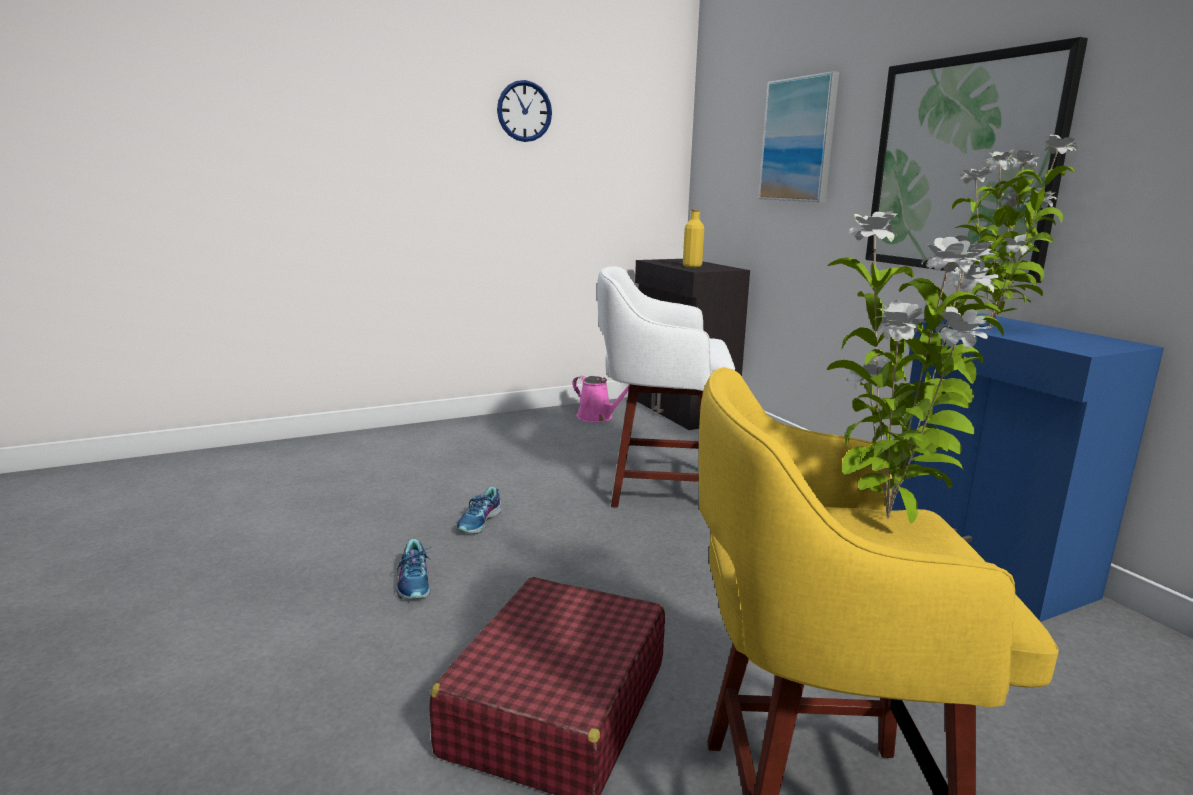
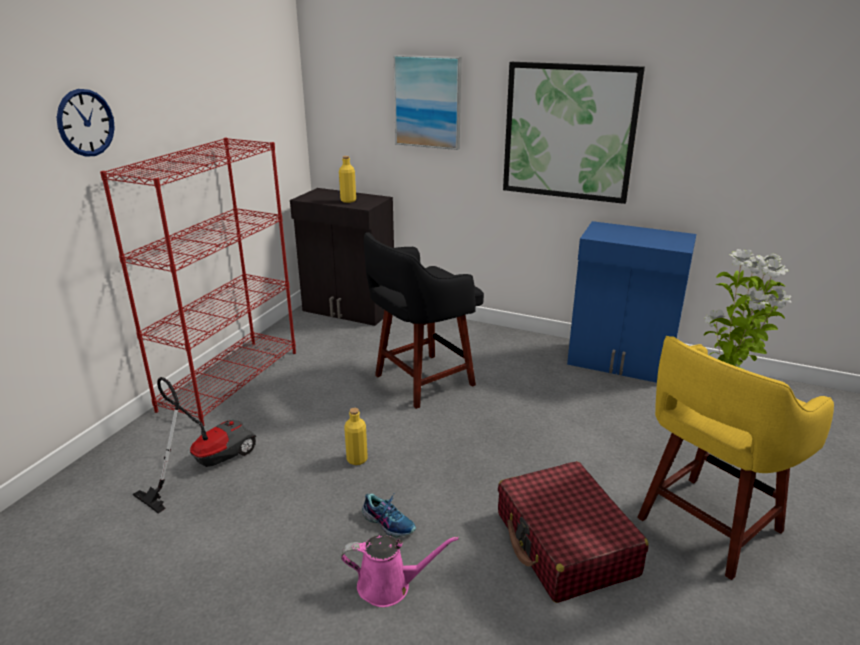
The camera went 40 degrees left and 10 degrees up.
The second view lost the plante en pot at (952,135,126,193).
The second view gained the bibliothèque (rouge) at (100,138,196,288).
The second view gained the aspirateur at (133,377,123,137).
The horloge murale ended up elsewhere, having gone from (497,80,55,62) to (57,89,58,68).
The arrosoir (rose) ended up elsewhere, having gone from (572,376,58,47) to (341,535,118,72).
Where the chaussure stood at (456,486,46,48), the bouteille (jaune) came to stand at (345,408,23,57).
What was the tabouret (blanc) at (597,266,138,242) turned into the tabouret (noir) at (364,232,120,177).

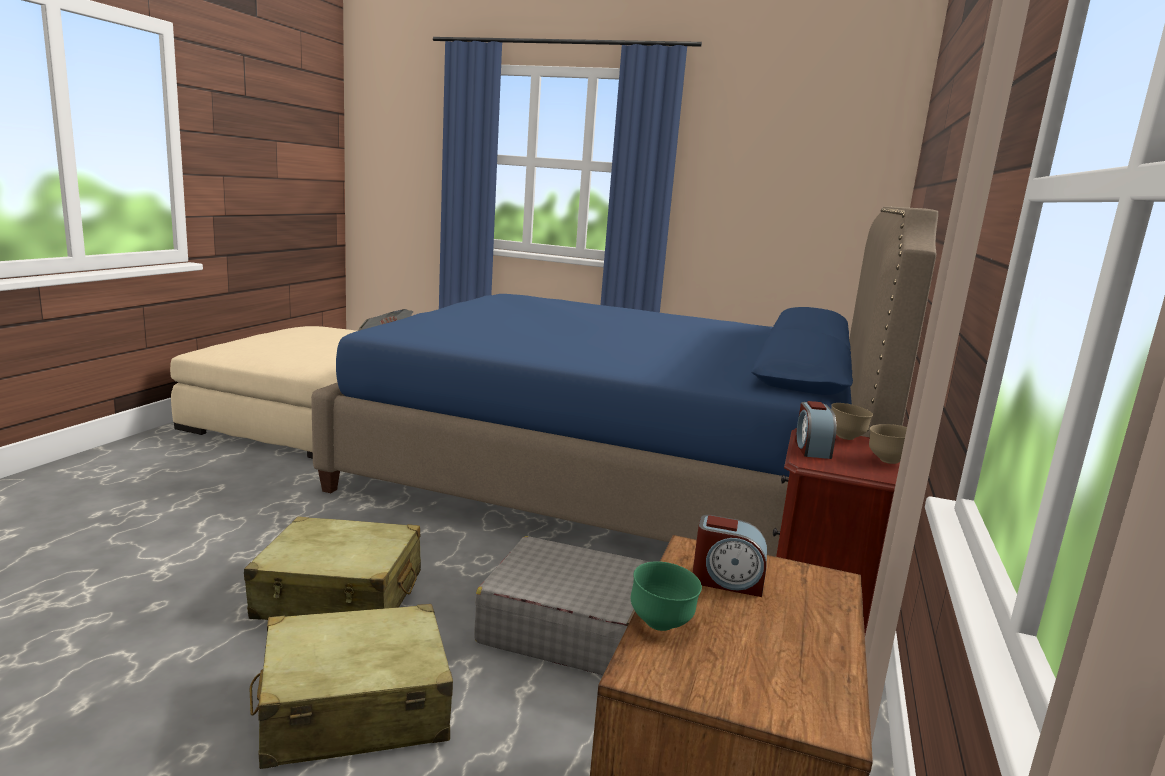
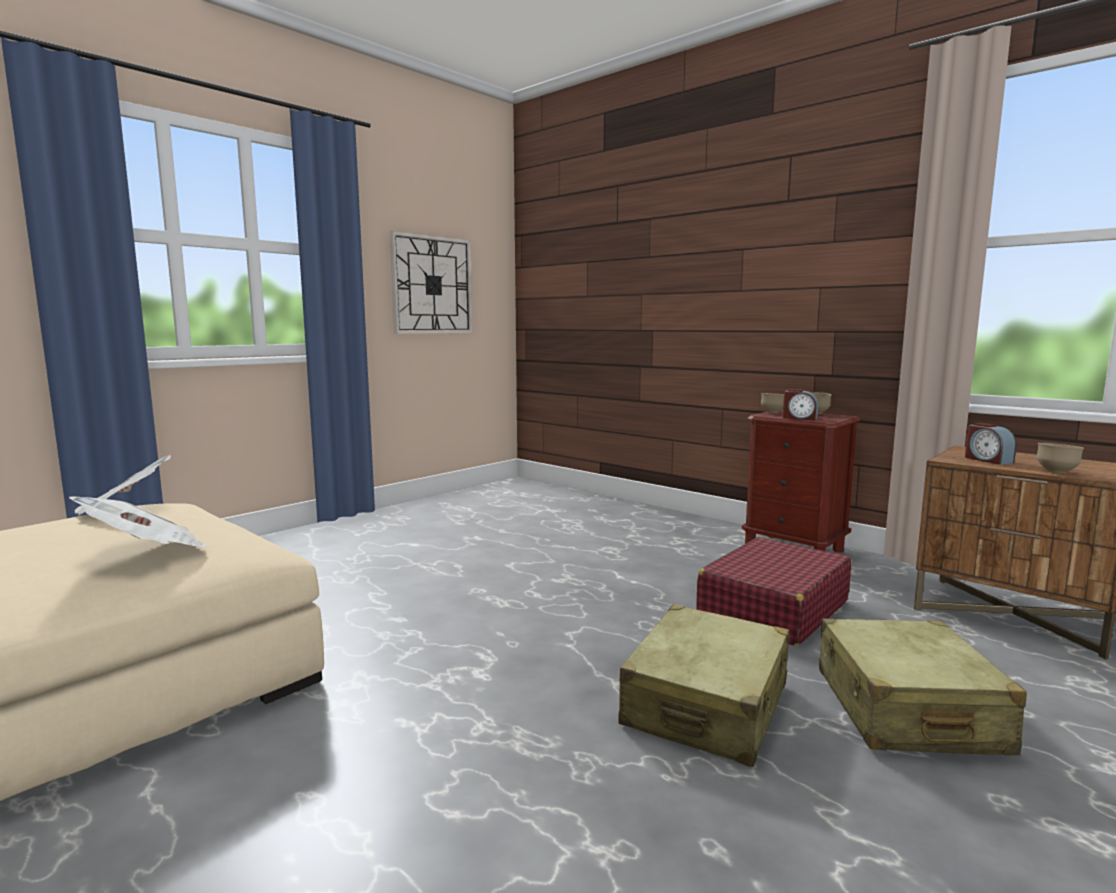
The camera went 65 degrees left and 5 degrees down.
The second view lost the lit (bleu) at (311,206,627,351).
The second view gained the journal at (70,497,137,50).
The second view gained the horloge murale at (390,231,83,103).
What was the valise (gris) at (474,536,175,139) turned into the valise (rouge) at (696,537,155,109).
What was the bol (vert) at (631,561,71,70) turned into the bol (marron) at (1037,443,47,31).
The réveil at (693,515,74,82) ended up facing another way, 120 degrees clockwise from before.

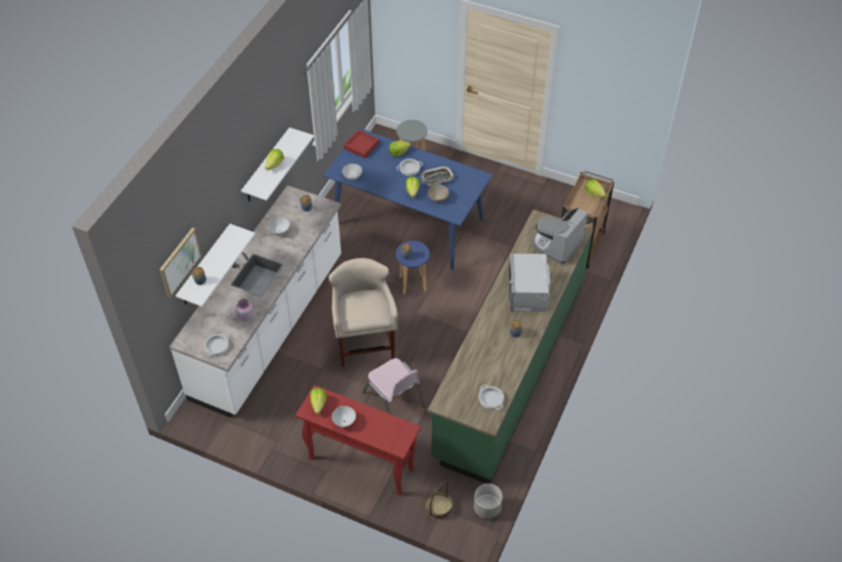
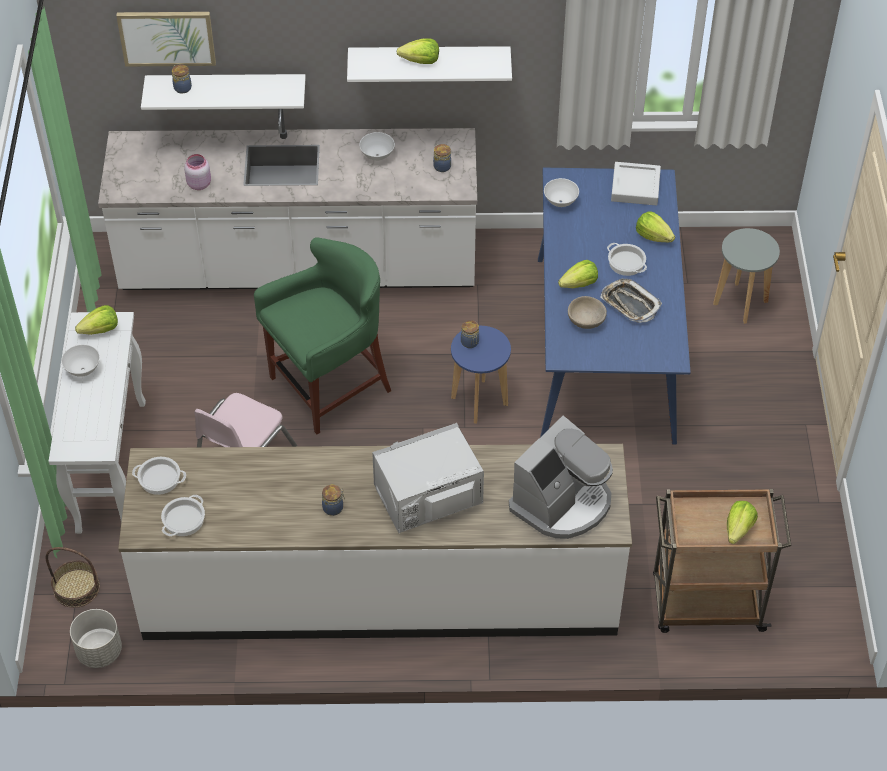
The camera went 65 degrees right and 0 degrees up.
The marmite ended up elsewhere, having gone from (204,332,25,24) to (132,457,54,38).
What was the table console (rouge) at (295,385,126,111) turned into the table console (blanc) at (49,312,97,222).
What was the tabouret (beige) at (329,258,69,110) turned into the tabouret (vert) at (254,237,137,198).
What was the plateau (rouge) at (344,130,35,28) turned into the plateau (gris) at (611,162,50,43).
What was the comptoir de cuisine (vert) at (428,209,165,275) turned into the comptoir de cuisine (blanc) at (118,444,514,196).
The machine à café at (533,207,55,57) ended up facing another way, 120 degrees clockwise from before.

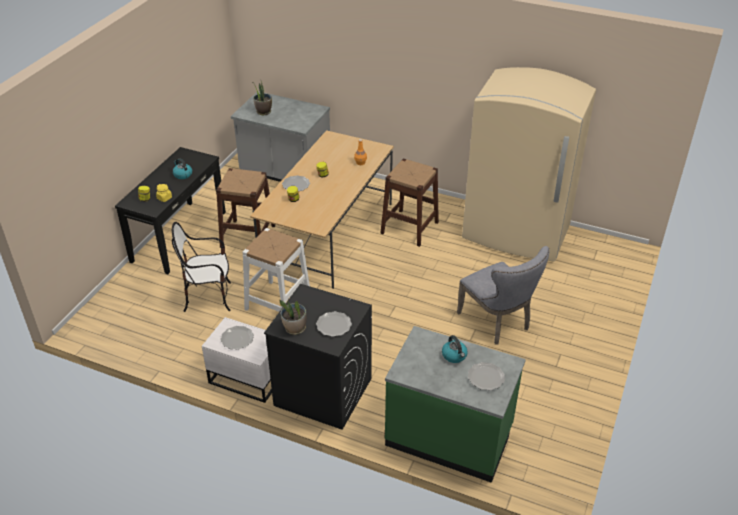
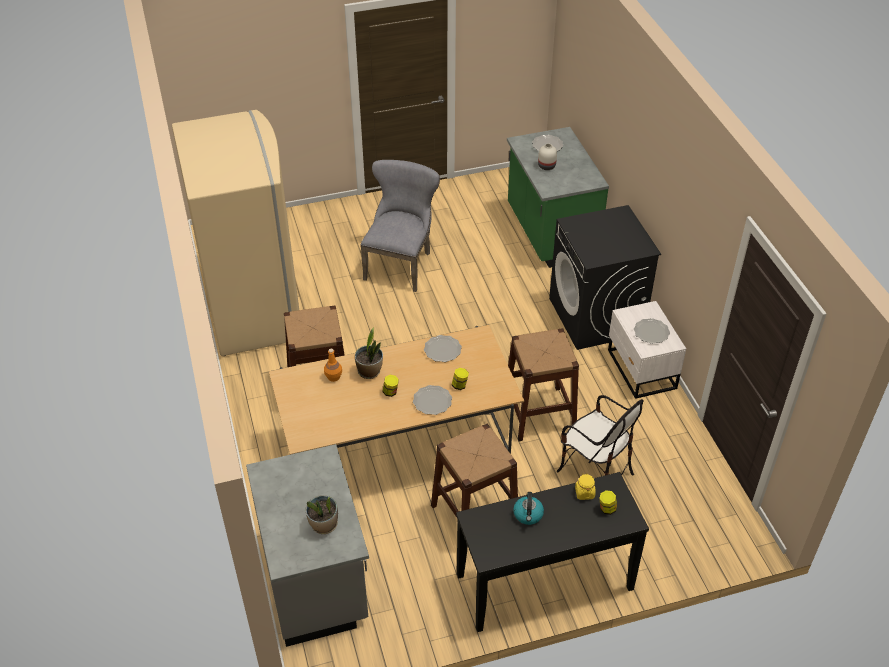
The camera went 130 degrees left and 5 degrees up.
The plante en pot ended up elsewhere, having gone from (279,300,28,35) to (355,327,28,52).
The assiette ended up elsewhere, having gone from (316,311,36,26) to (424,335,38,27).
Where the bouilloire stood at (442,335,26,28), the vase (blanc) came to stand at (538,143,19,27).
What was the tabouret (blanc) at (243,228,67,84) turned into the tabouret (marron) at (508,328,71,113).

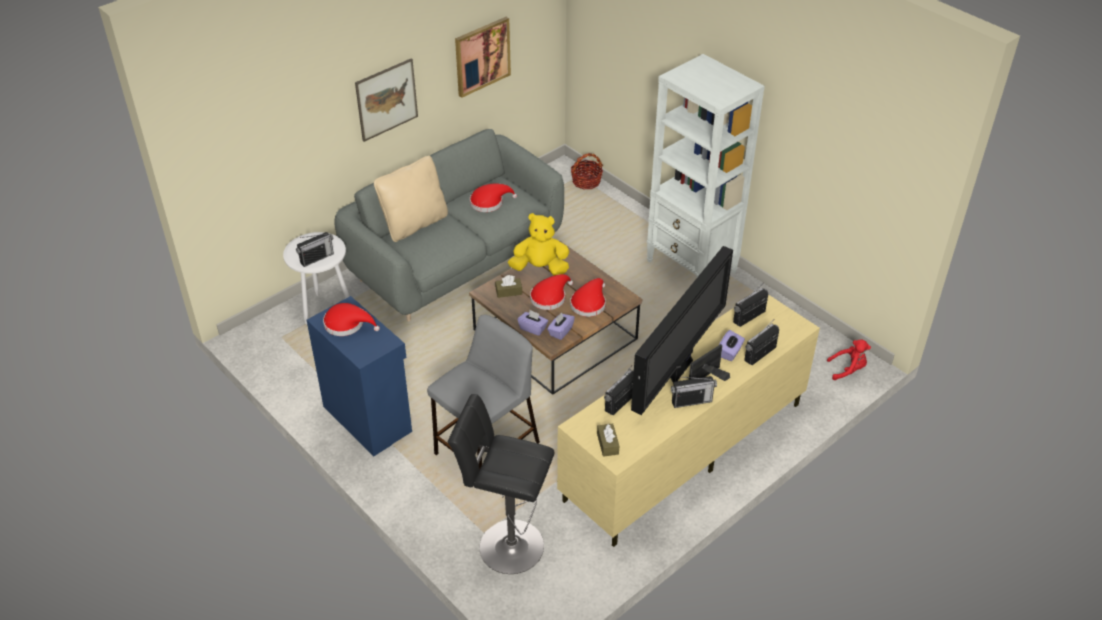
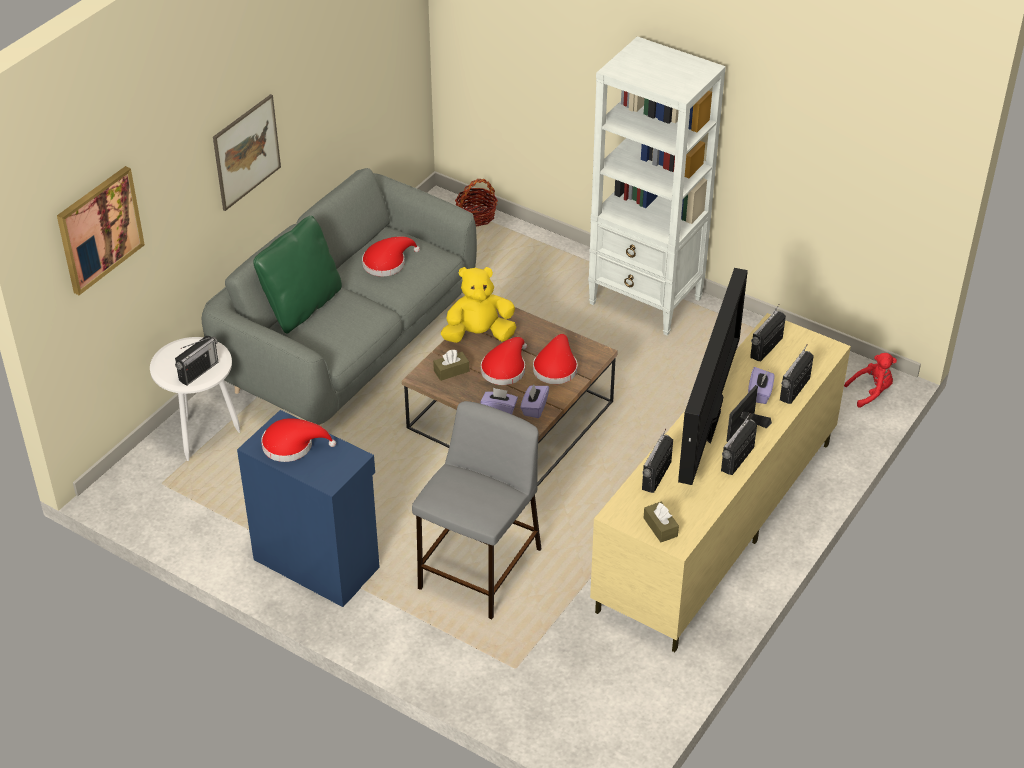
The camera went 15 degrees left and 0 degrees up.
The second view lost the tabouret (noir) at (448,394,107,180).
The tableau ended up elsewhere, having gone from (455,17,56,81) to (57,166,88,129).
What was the coussin (beige) at (374,156,74,86) turned into the coussin (vert) at (253,215,89,119).
The radio at (671,376,46,32) ended up facing another way, 150 degrees clockwise from before.

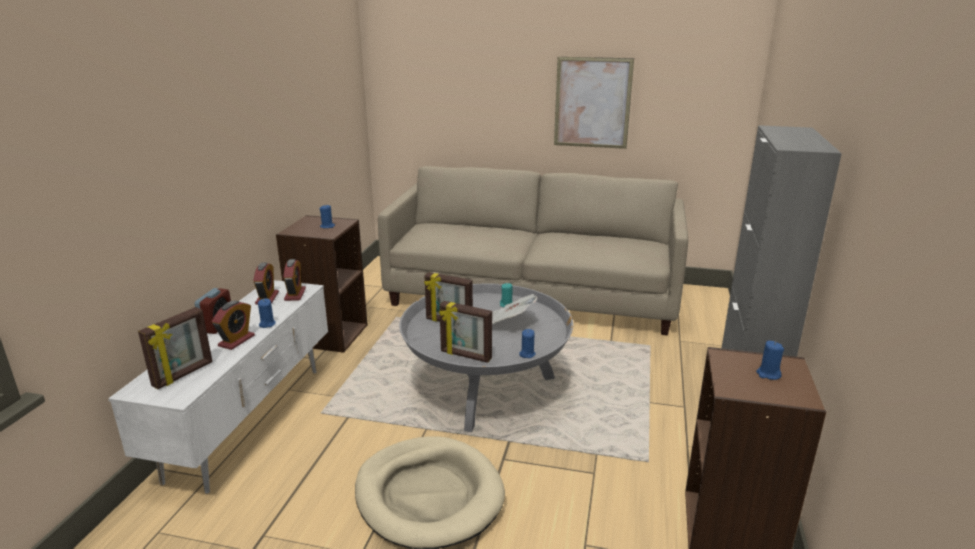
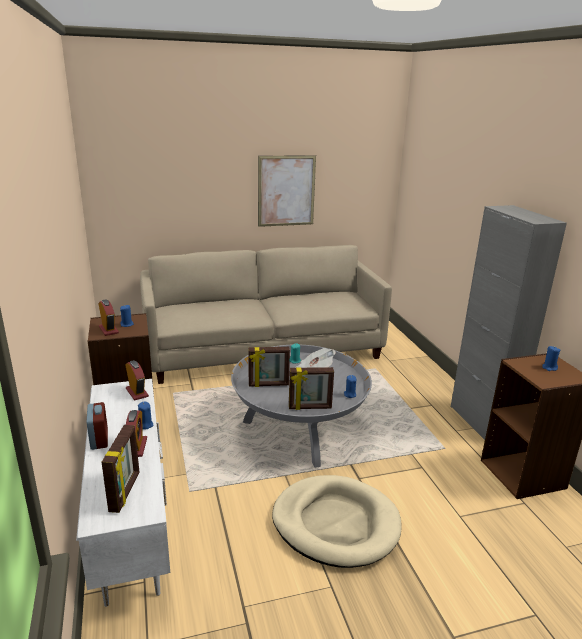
The camera went 30 degrees left and 0 degrees up.
The réveil ended up elsewhere, having gone from (254,262,25,43) to (99,299,20,37).

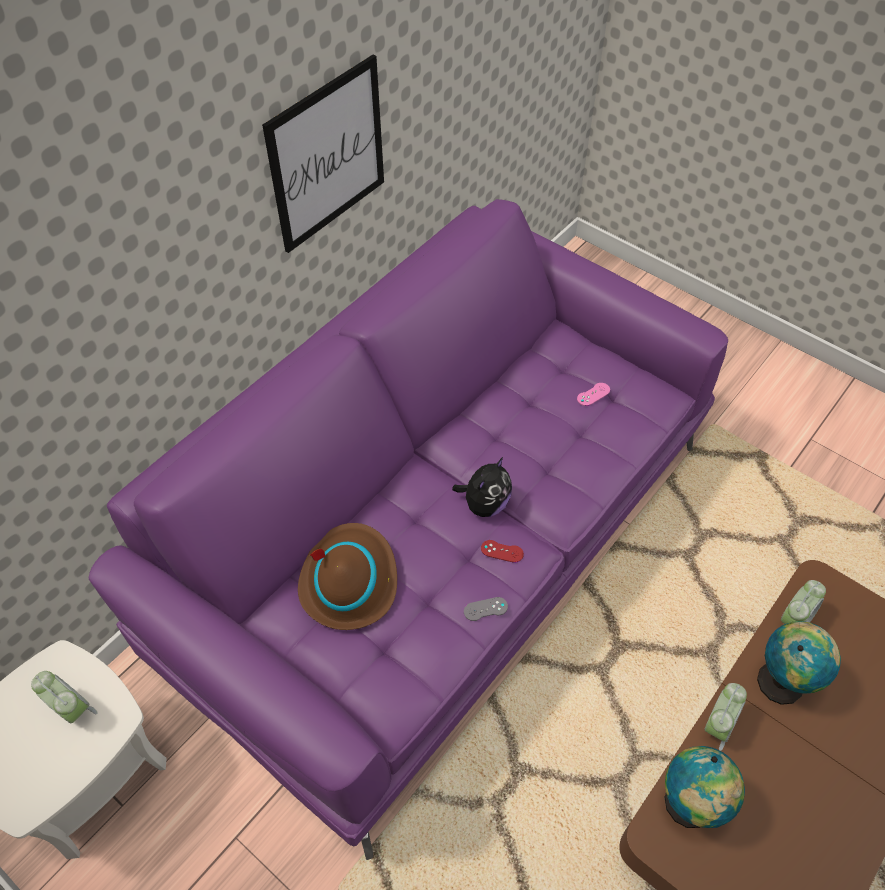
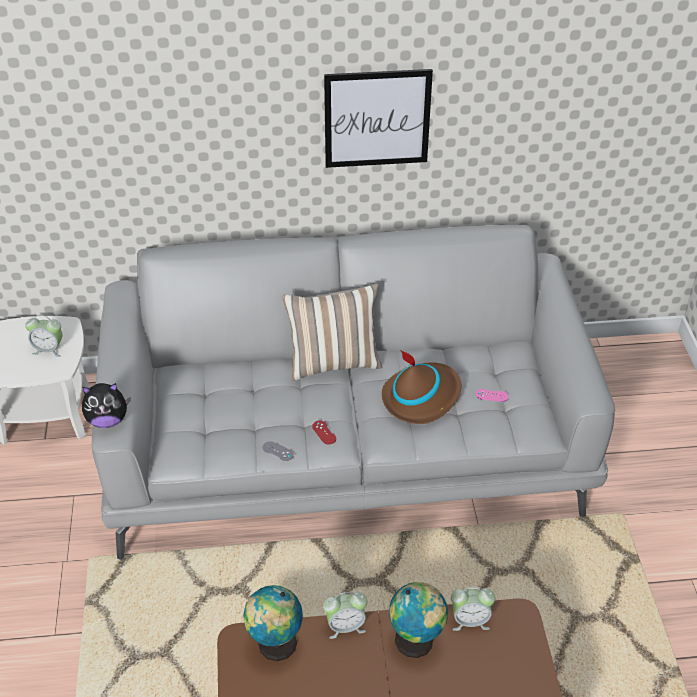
The camera went 45 degrees right and 10 degrees down.
The second view gained the coussin at (282,283,100,97).
The chapeau (marron) ended up elsewhere, having gone from (298,523,99,107) to (382,350,79,74).
The peluche ended up elsewhere, having gone from (452,457,60,60) to (82,383,49,45).
What was the canapé (violet) at (89,199,639,661) turned into the canapé (gris) at (91,225,524,335).
The réveil at (31,671,67,53) ended up facing another way, 105 degrees clockwise from before.

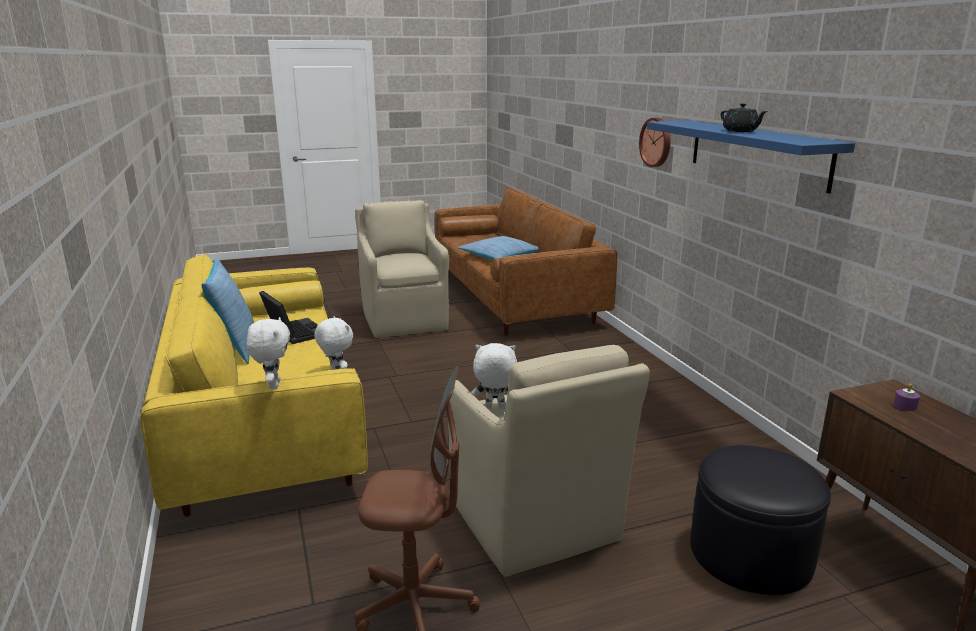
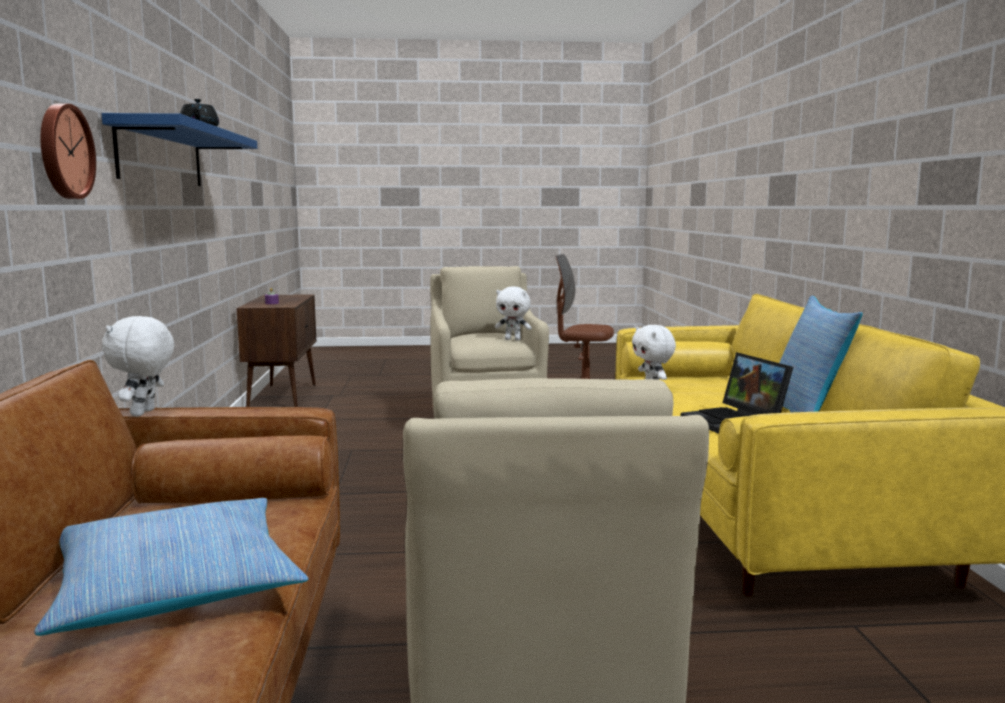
The camera went 165 degrees left and 10 degrees down.
The second view lost the pouf (noir) at (690,445,141,150).
The peluche (blanc) ended up elsewhere, having gone from (247,317,43,72) to (102,316,72,100).

